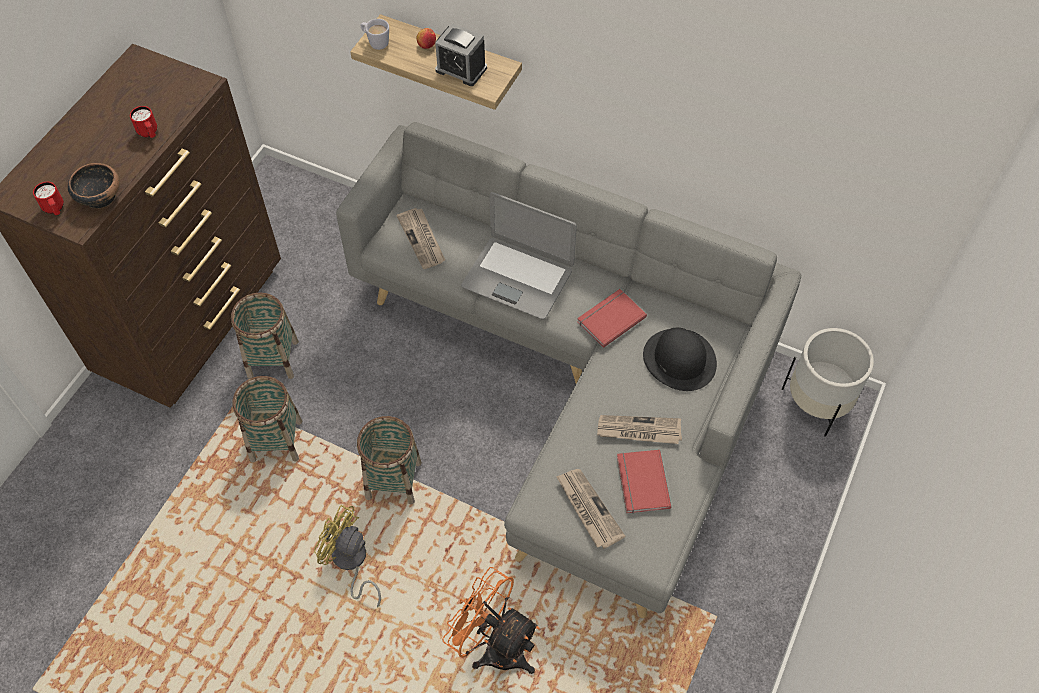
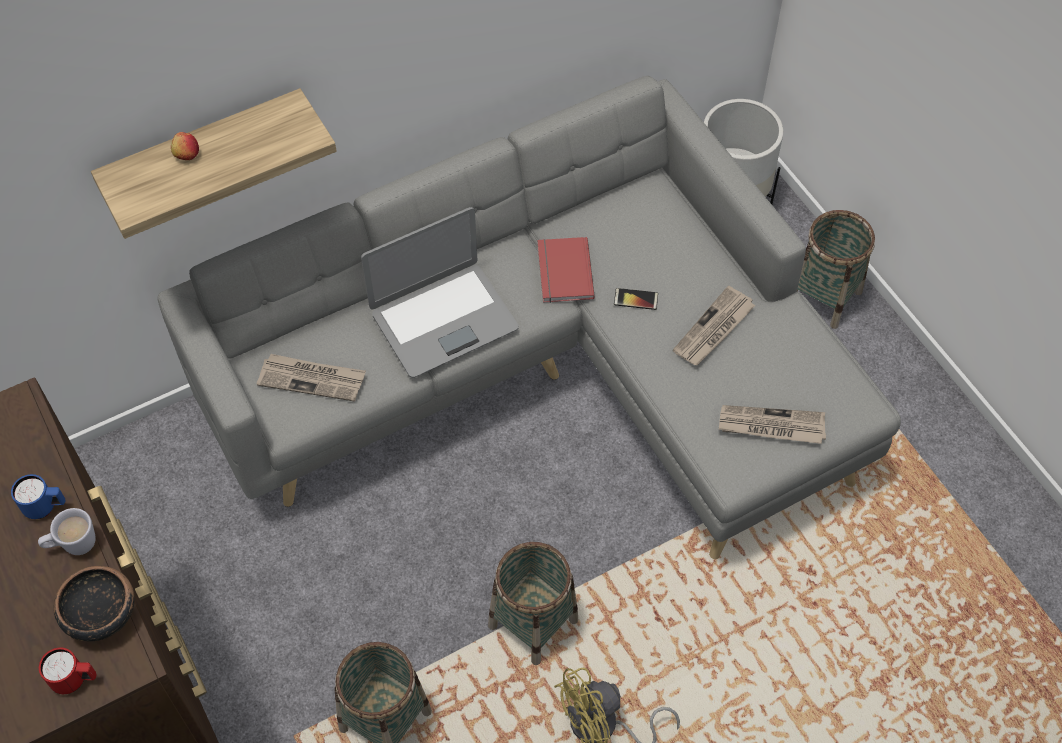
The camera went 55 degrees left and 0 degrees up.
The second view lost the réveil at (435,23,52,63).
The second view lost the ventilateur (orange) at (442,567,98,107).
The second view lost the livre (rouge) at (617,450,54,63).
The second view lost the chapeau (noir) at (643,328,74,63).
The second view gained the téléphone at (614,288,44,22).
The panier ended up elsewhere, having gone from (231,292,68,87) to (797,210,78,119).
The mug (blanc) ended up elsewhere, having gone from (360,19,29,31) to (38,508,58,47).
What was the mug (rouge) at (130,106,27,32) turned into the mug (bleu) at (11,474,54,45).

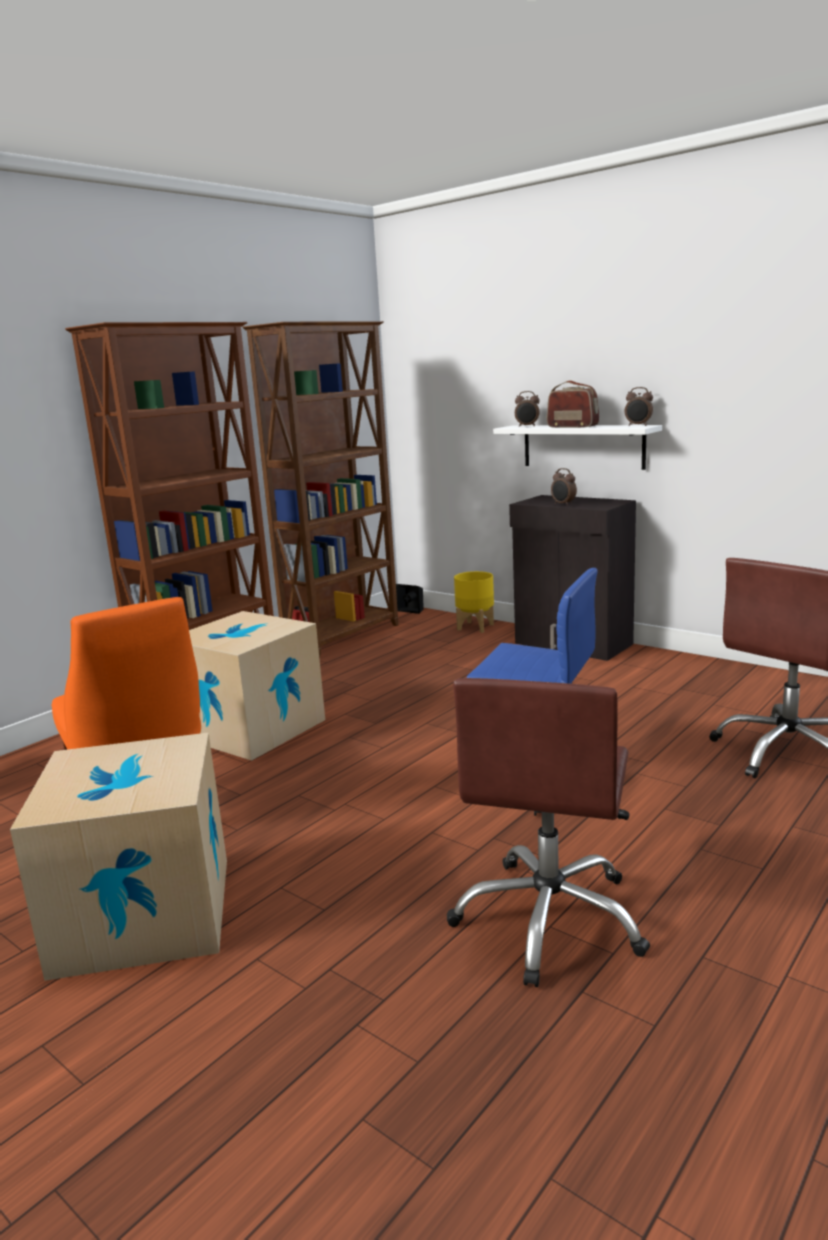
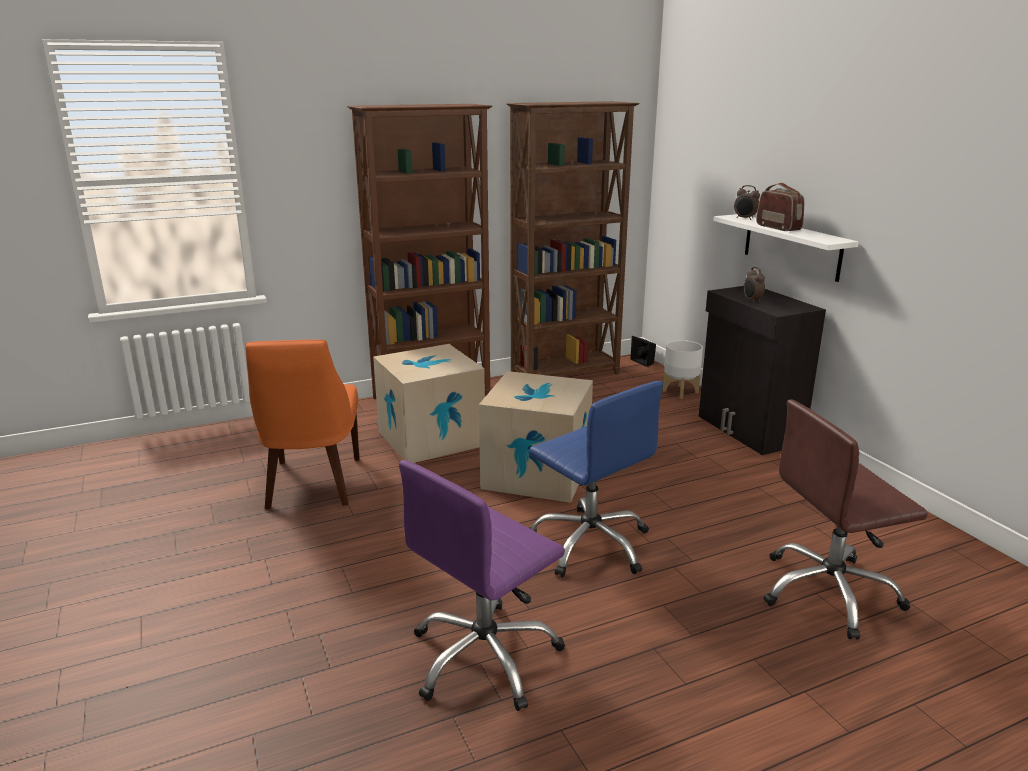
The camera went 25 degrees right and 5 degrees up.
The second view lost the réveil at (625,387,28,39).
The carton ended up elsewhere, having gone from (10,732,217,249) to (479,371,114,132).
What was the chaise de bureau (marron) at (447,678,203,309) turned into the chaise de bureau (violet) at (399,460,166,251).
What was the cache-pot (jaune) at (454,571,40,62) turned into the cache-pot (blanc) at (663,340,40,59).

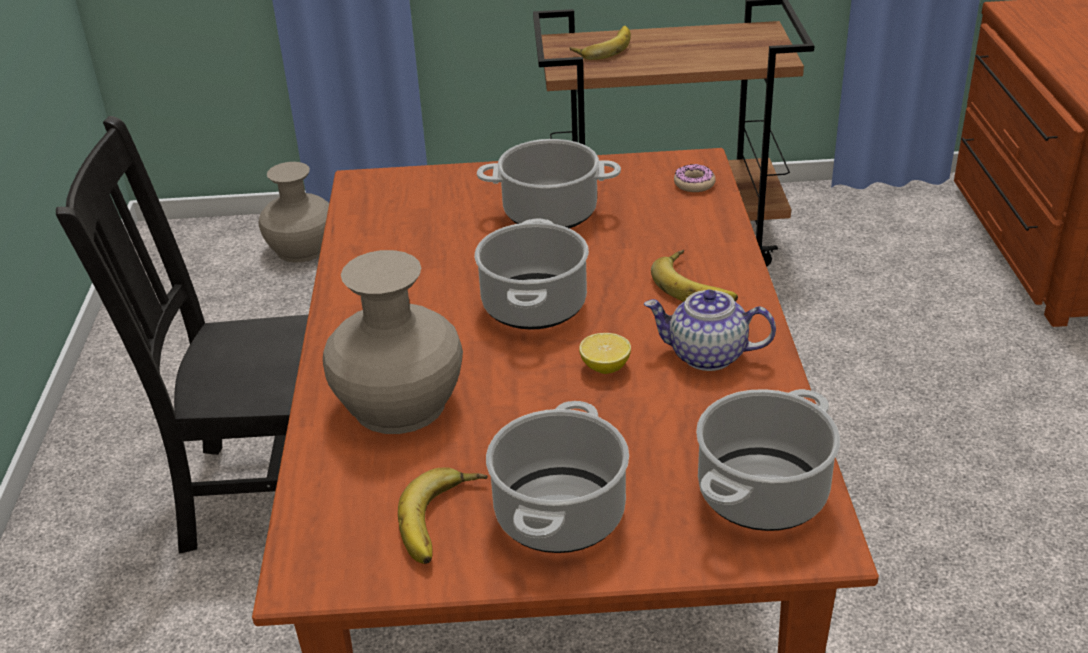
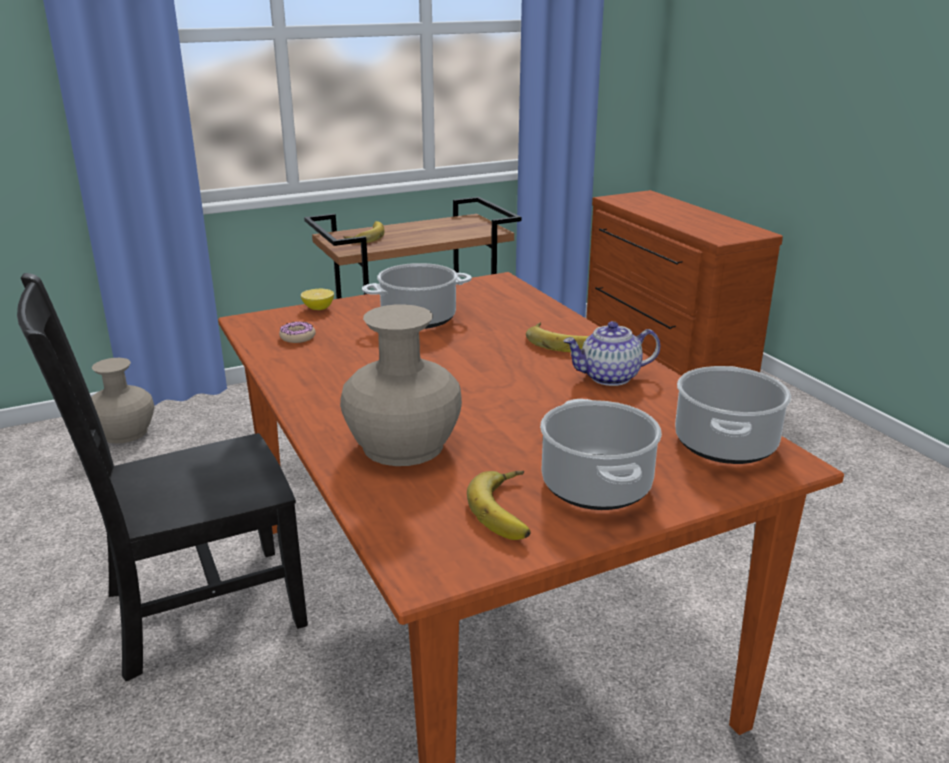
The camera went 25 degrees left and 10 degrees down.
The second view lost the marmite at (474,219,115,111).
The citron ended up elsewhere, having gone from (579,333,52,41) to (301,289,33,21).
The beignet ended up elsewhere, having gone from (674,164,42,28) to (279,321,37,22).

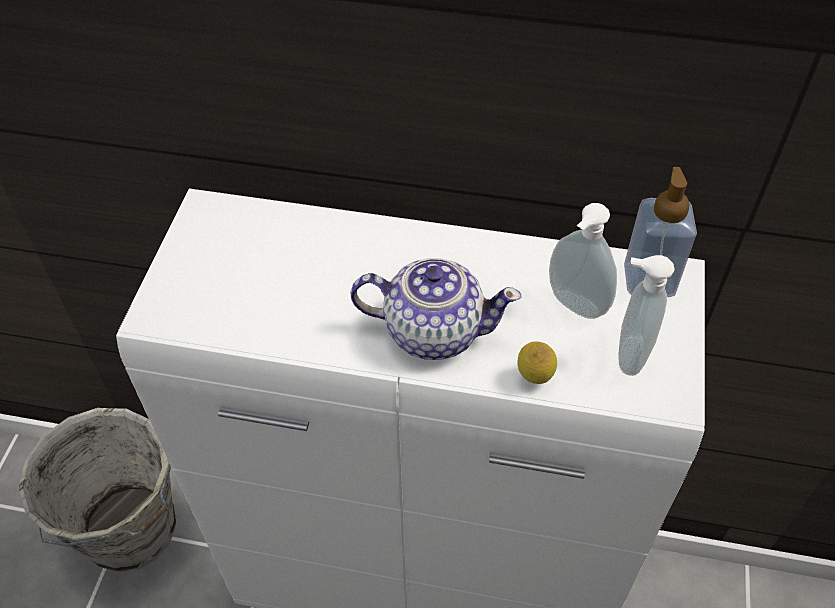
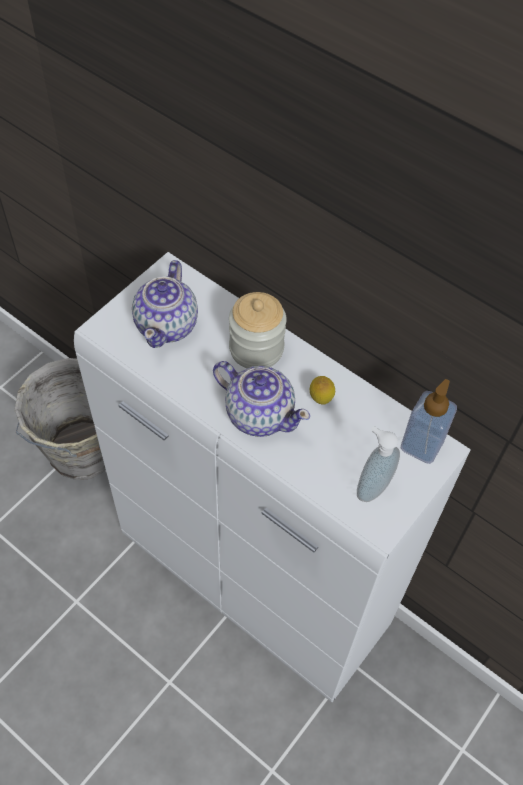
The camera went 25 degrees right and 5 degrees up.
The second view lost the distributeur de savon at (549,203,68,116).
The second view gained the théière at (132,260,66,88).
The second view gained the bocal at (229,292,58,76).
The citron ended up elsewhere, having gone from (518,341,39,43) to (310,376,25,29).

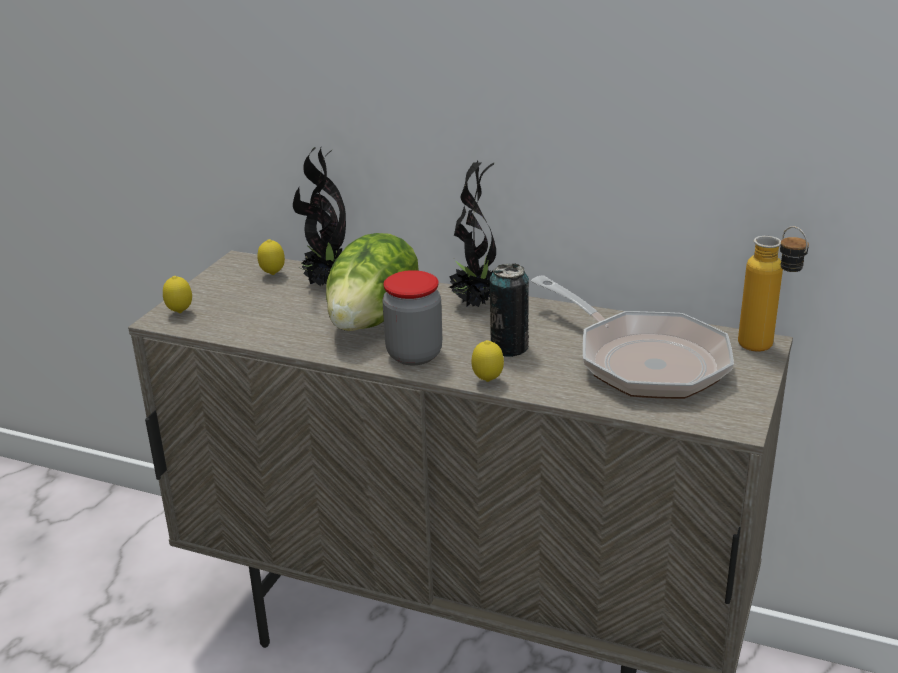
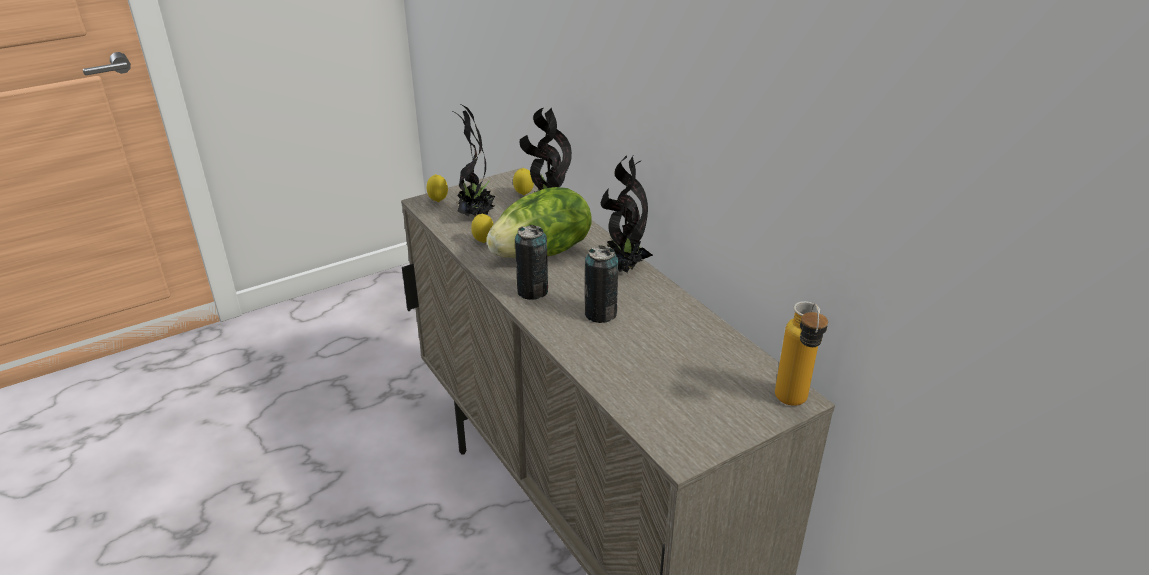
The camera went 35 degrees right and 5 degrees up.
The second view lost the poêle at (531,275,203,124).
The second view gained the plante en pot at (453,103,42,114).
The citron ended up elsewhere, having gone from (472,340,32,42) to (471,214,23,29).
Where the bocal stood at (382,270,60,95), the boîte métallique came to stand at (515,225,33,75).

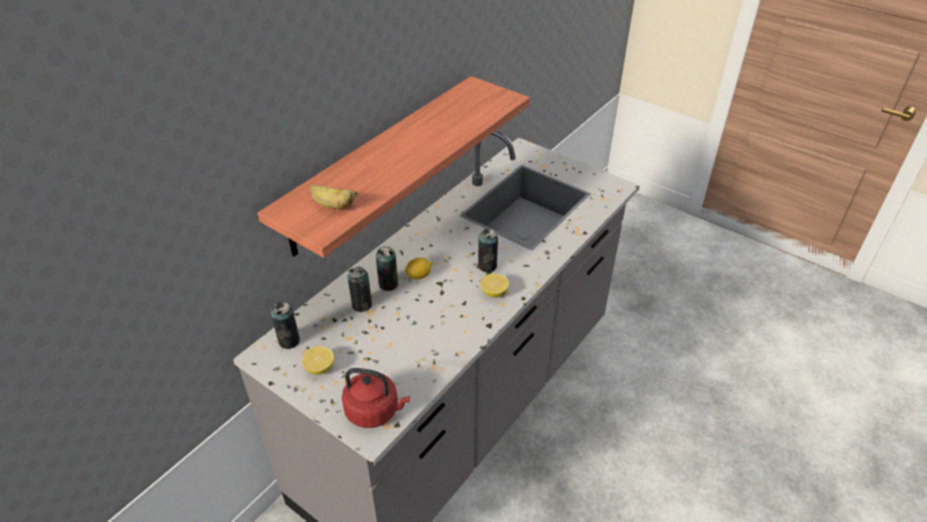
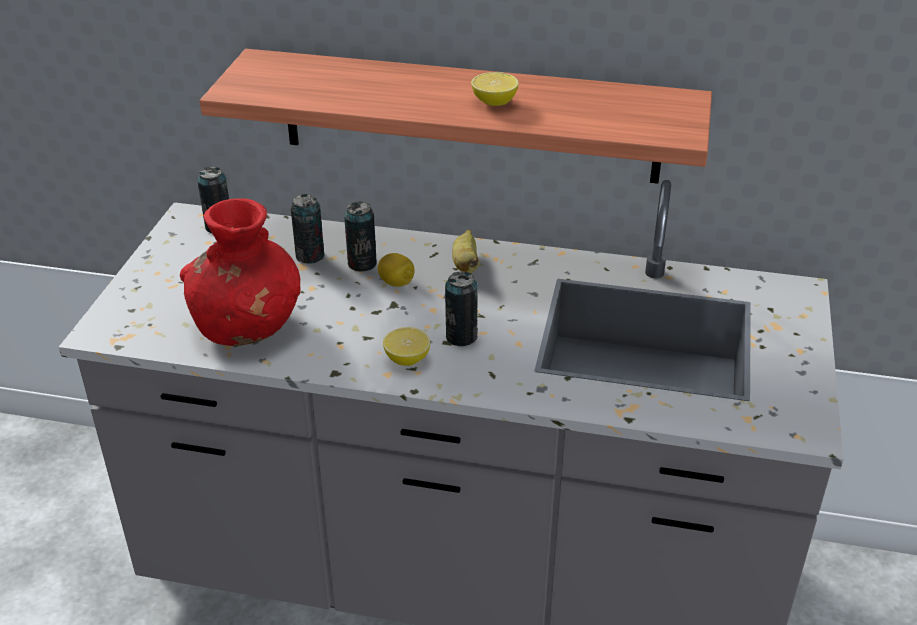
The camera went 65 degrees right and 5 degrees down.
The second view lost the bouilloire (rouge) at (342,368,68,60).
The second view gained the vase (rouge) at (180,198,121,148).
The citron ended up elsewhere, having gone from (302,346,32,28) to (471,72,48,34).
The banane ended up elsewhere, having gone from (310,184,47,25) to (452,229,27,45).

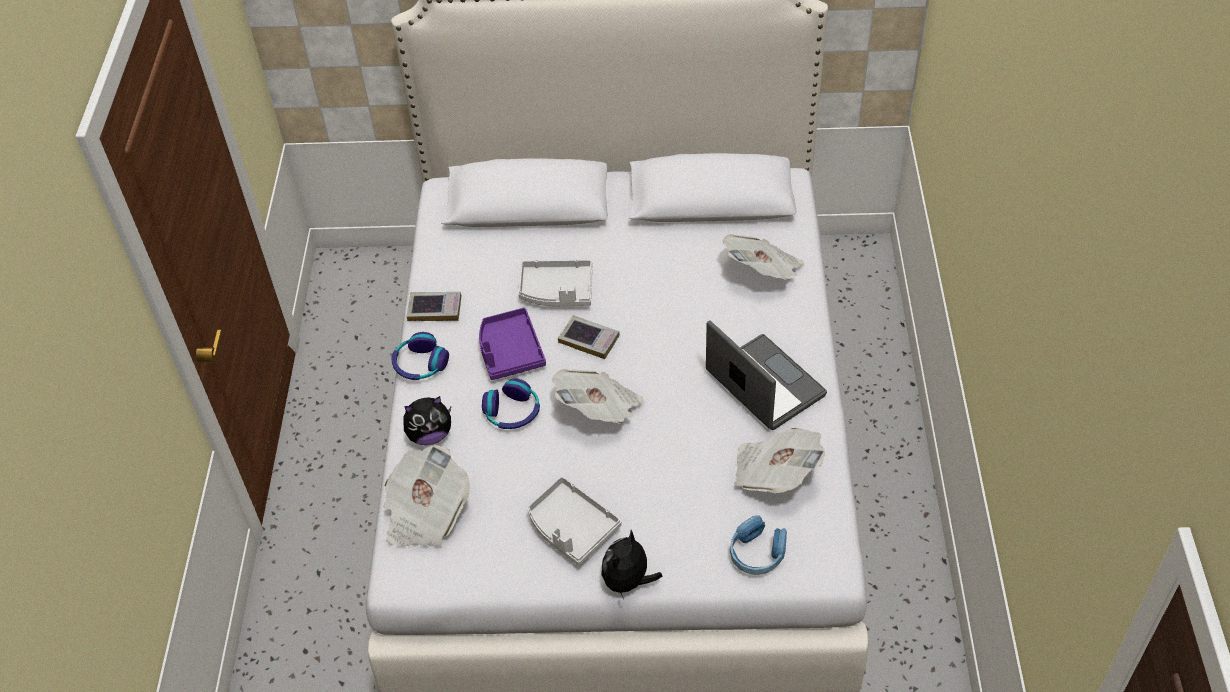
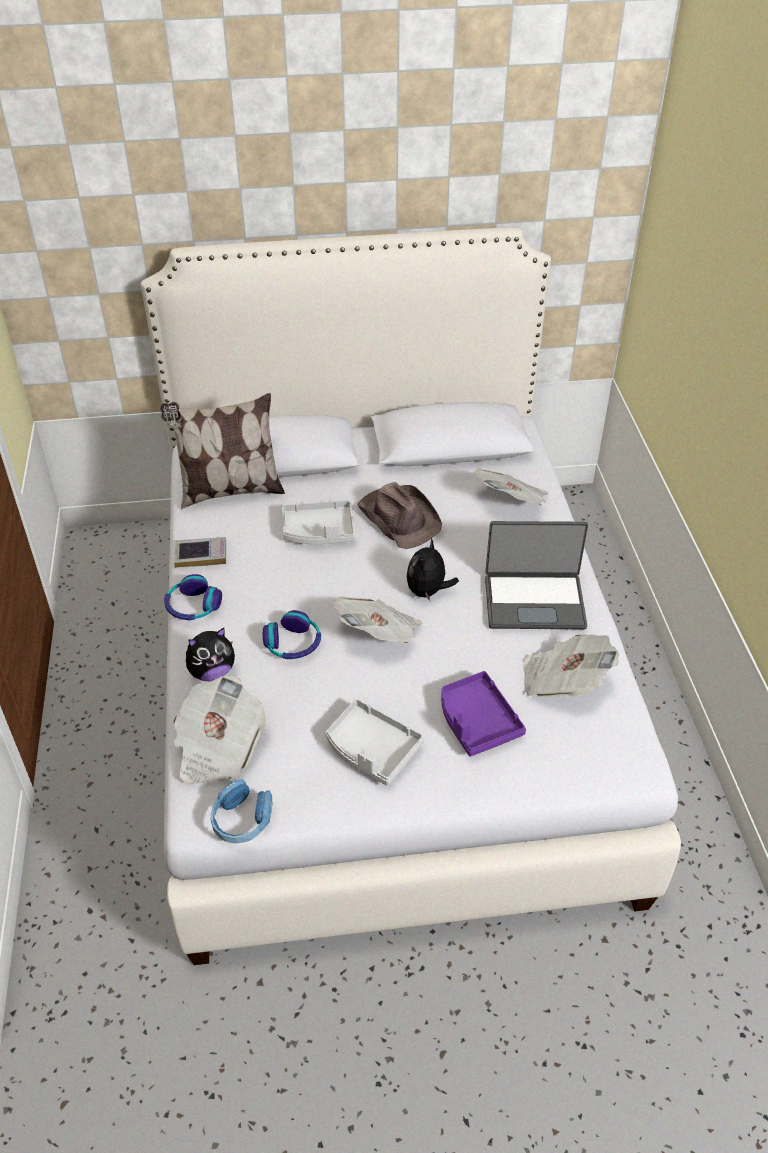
The camera went 10 degrees left and 5 degrees down.
The second view lost the livre at (558,315,62,44).
The second view gained the coussin at (160,393,125,116).
The second view gained the chapeau (marron) at (357,482,85,67).
The plateau (violet) ended up elsewhere, having gone from (479,308,67,72) to (441,671,85,86).
The peluche ended up elsewhere, having gone from (602,530,61,69) to (406,537,53,64).
The casque audio (bleu) ended up elsewhere, having gone from (730,515,57,60) to (210,779,62,64).
The ordinateur portable at (706,321,121,109) ended up facing another way, 135 degrees clockwise from before.

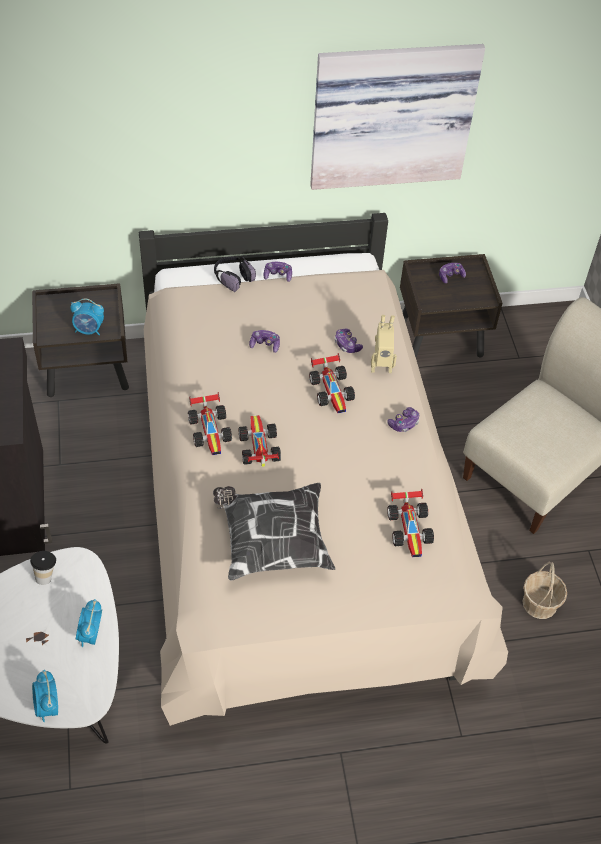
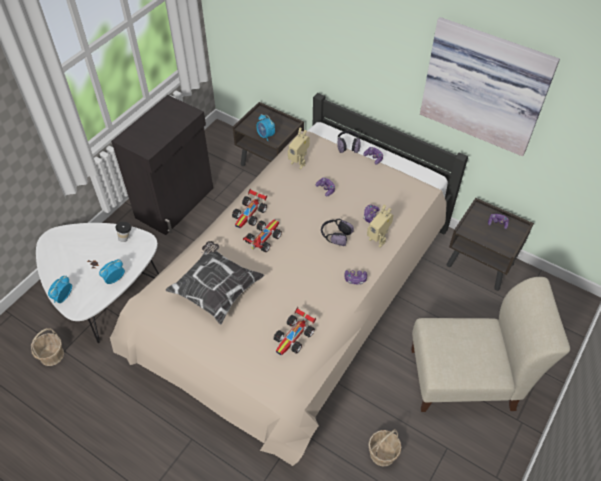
The camera went 45 degrees right and 0 degrees up.
The second view gained the panier at (31,328,33,38).
The second view gained the robot jouet at (288,127,22,42).
Where the petite voiture stood at (309,353,46,60), the casque audio came to stand at (321,219,33,27).

